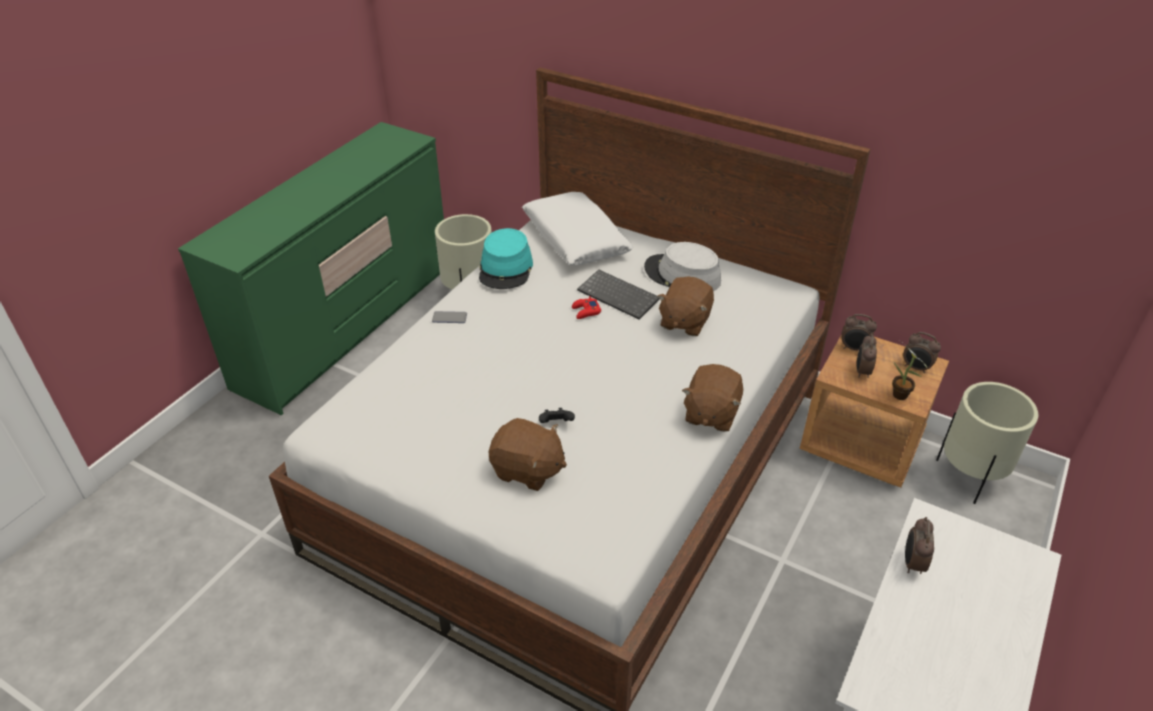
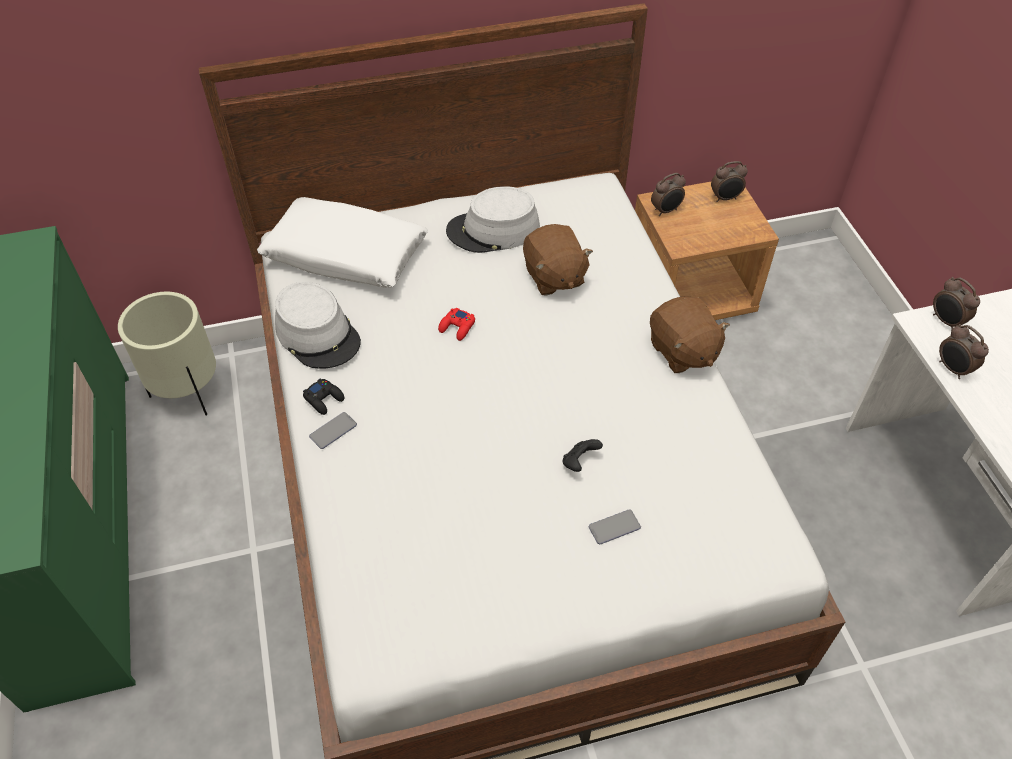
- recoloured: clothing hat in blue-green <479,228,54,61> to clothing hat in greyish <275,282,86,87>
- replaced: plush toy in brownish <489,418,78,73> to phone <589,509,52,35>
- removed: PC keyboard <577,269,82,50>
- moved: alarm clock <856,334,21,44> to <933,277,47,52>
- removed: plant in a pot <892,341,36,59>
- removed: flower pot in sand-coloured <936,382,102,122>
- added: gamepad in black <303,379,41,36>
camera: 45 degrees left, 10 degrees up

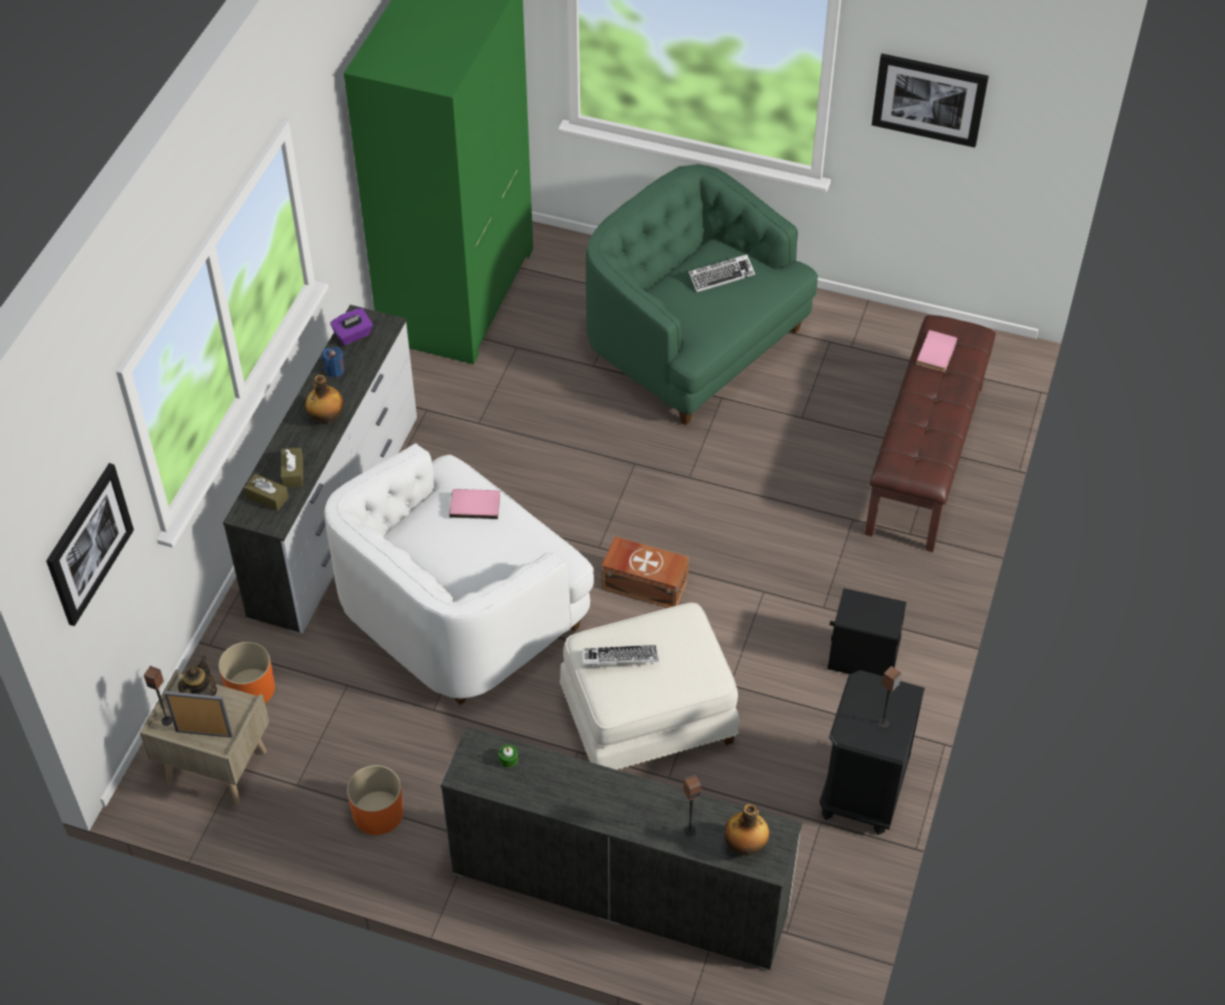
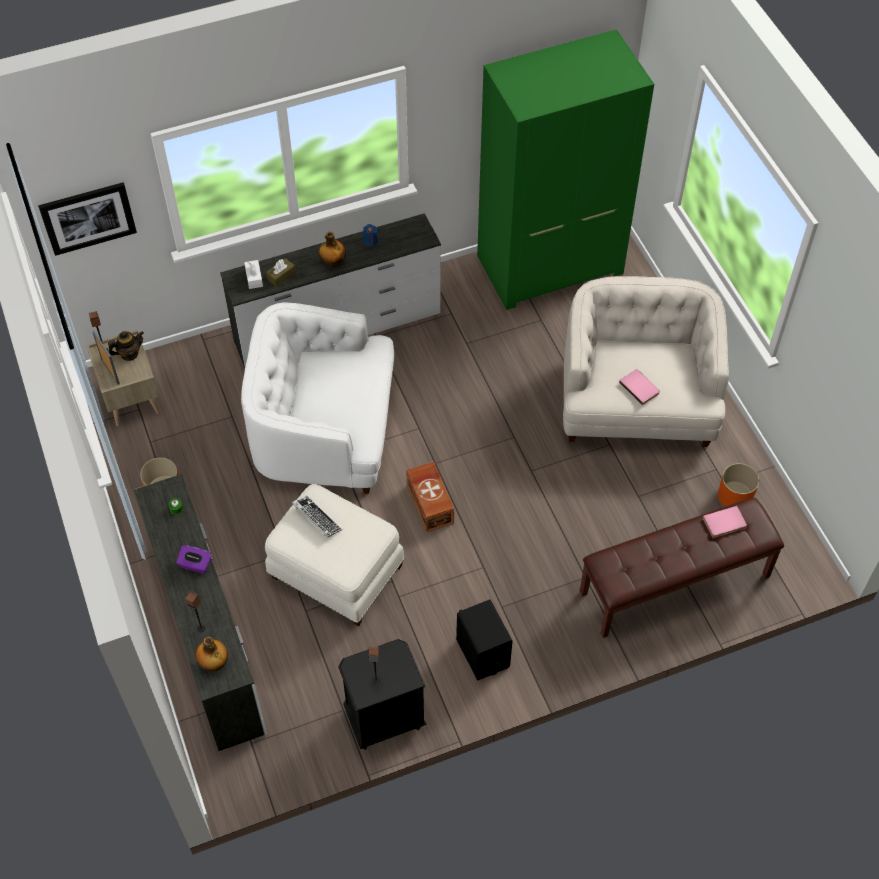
- moved: flower pot in orange <218,642,57,61> to <718,463,41,44>
- recoloured: tissue box in brownish <244,474,45,37> to tissue box in white-coloured <244,260,19,29>
- moved: tissue box in purple <330,308,43,37> to <176,545,36,29>
- moved: book in pinkish <449,489,51,30> to <619,369,41,36>
- recoloured: lounge chair in green <586,164,232,261> to lounge chair in white-coloured <563,276,166,171>
- removed: PC keyboard <688,254,67,38>
- removed: picture <872,54,117,94>
camera: 50 degrees right, 5 degrees up

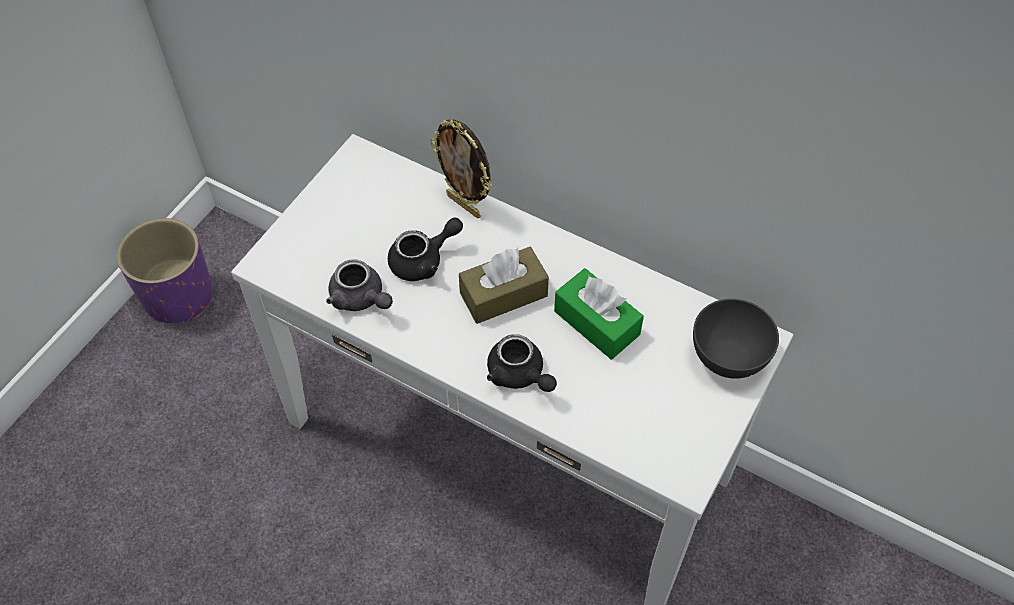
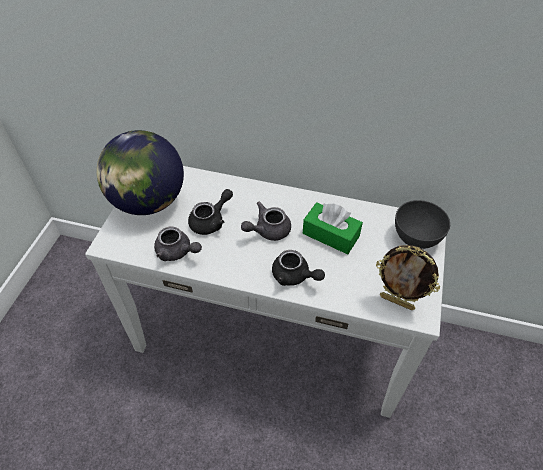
- removed: flower pot in purple <117,218,96,105>
- moved: standing frame <430,119,62,99> to <376,245,64,65>
- replaced: tissue box in brownish <459,247,90,77> to teapot in greyish <241,202,50,39>
- added: desk globe <96,130,88,85>
camera: 15 degrees left, 5 degrees down

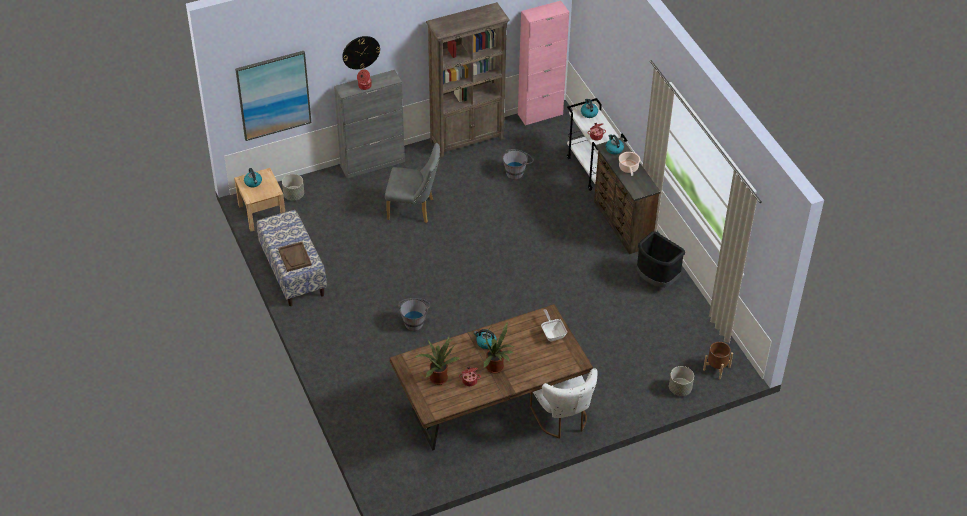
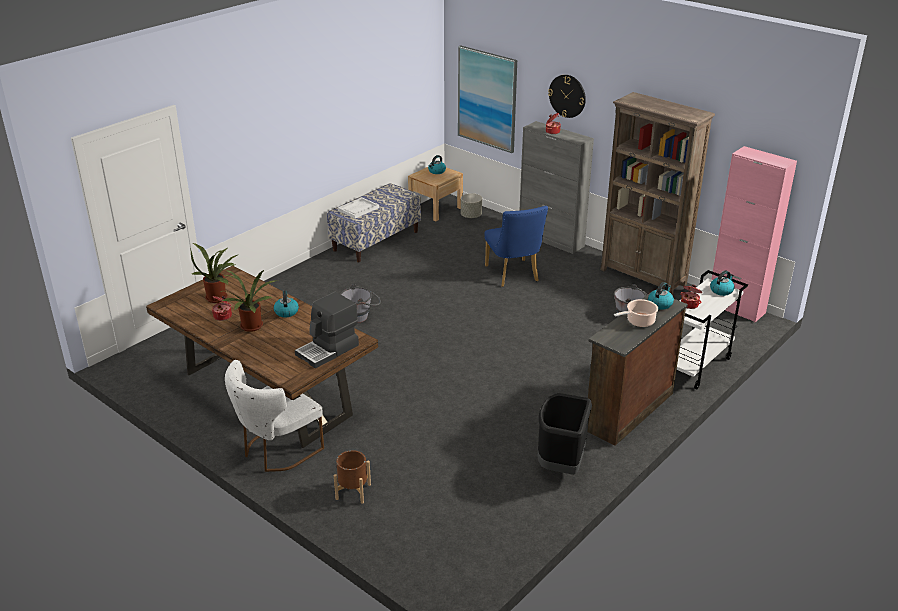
- recoloured: serving tray in brownish <278,242,34,30> to serving tray in white-coloured <338,197,41,21>
- recoloured: plain chair in greyish <385,143,55,80> to plain chair in bluish <484,206,64,81>
- replaced: skillet <541,309,26,32> to coffee brewer <295,292,64,76>
- removed: flower pot in greyish <669,366,25,30>
- moved: flower pot in brownish <703,342,30,37> to <334,450,37,54>
camera: 65 degrees right, 15 degrees down

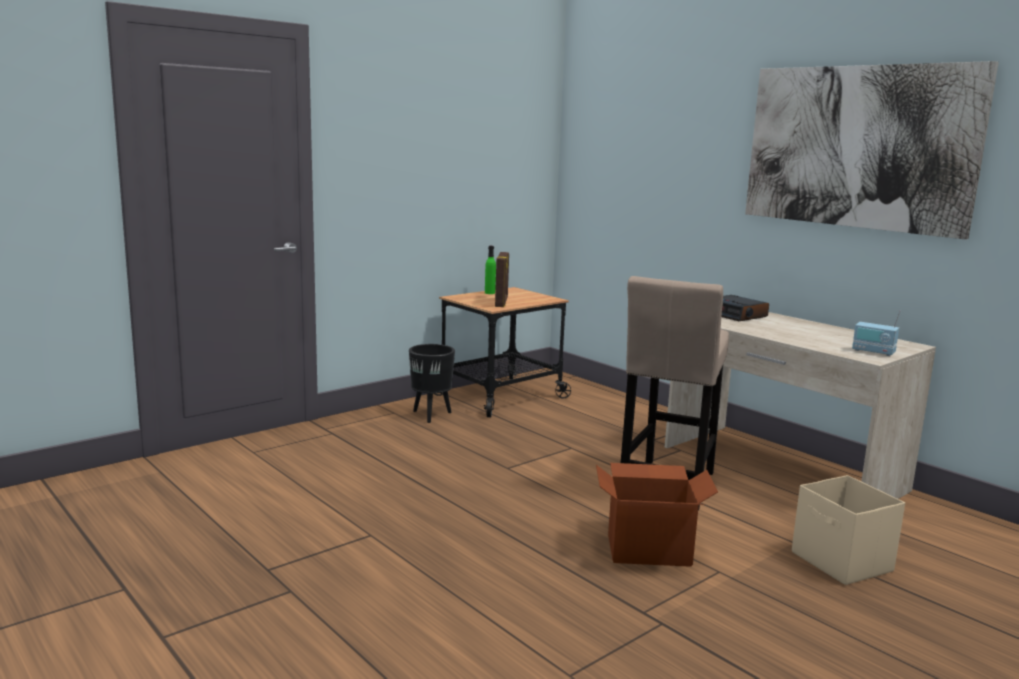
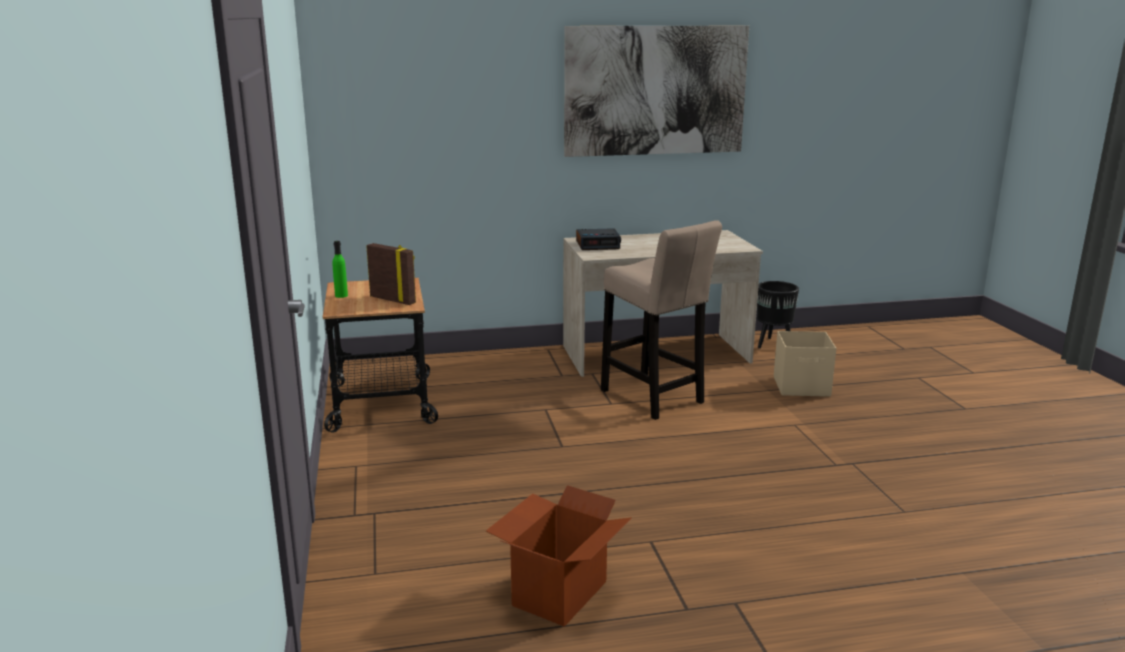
- moved: flower pot in black <409,344,46,79> to <757,281,42,67>
- moved: carton <596,463,122,104> to <486,485,146,142>
- removed: radio set <852,310,48,46>
camera: 60 degrees left, 5 degrees up

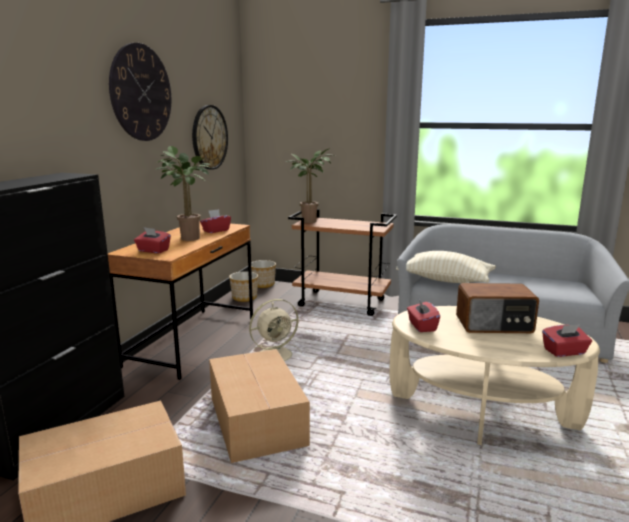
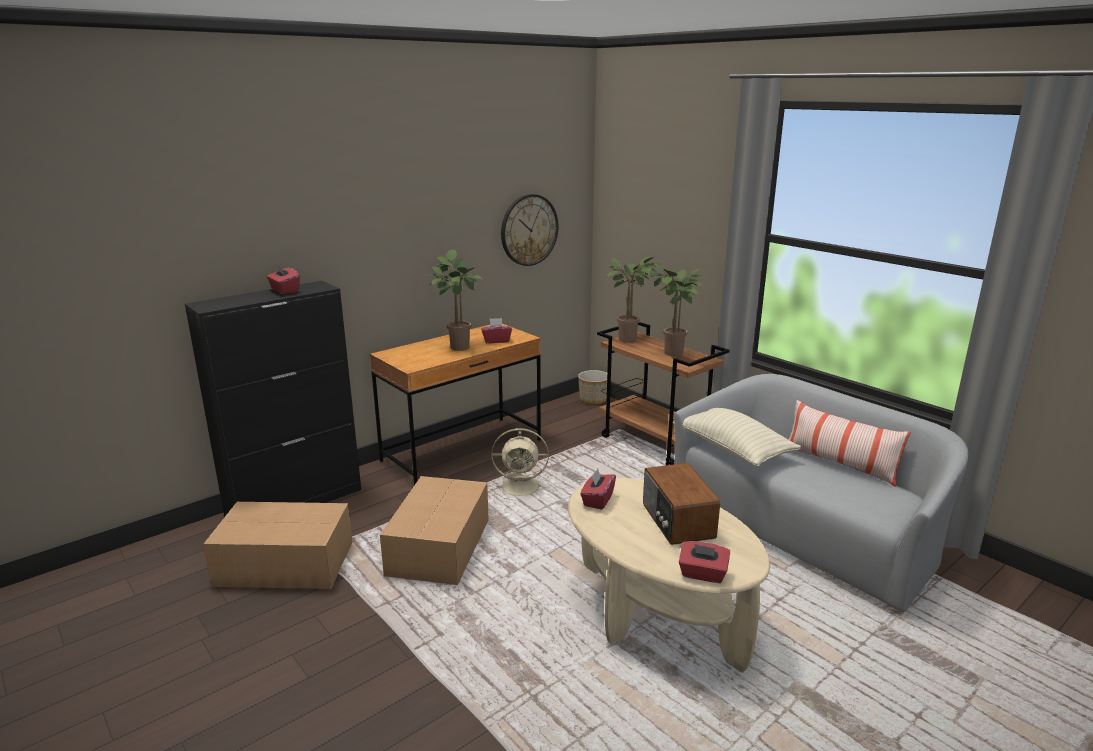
- removed: hanging clock <109,43,62,98>
- moved: tissue box in reddish <134,227,37,26> to <267,263,33,31>
- removed: flower pot <229,271,29,31>
- turned: radio set <456,283,83,50> = <643,463,77,82> 45 degrees clockwise
- added: plant in a pot <649,264,53,92>
- added: throw pillow <789,400,122,87>
camera: 30 degrees right, 5 degrees up

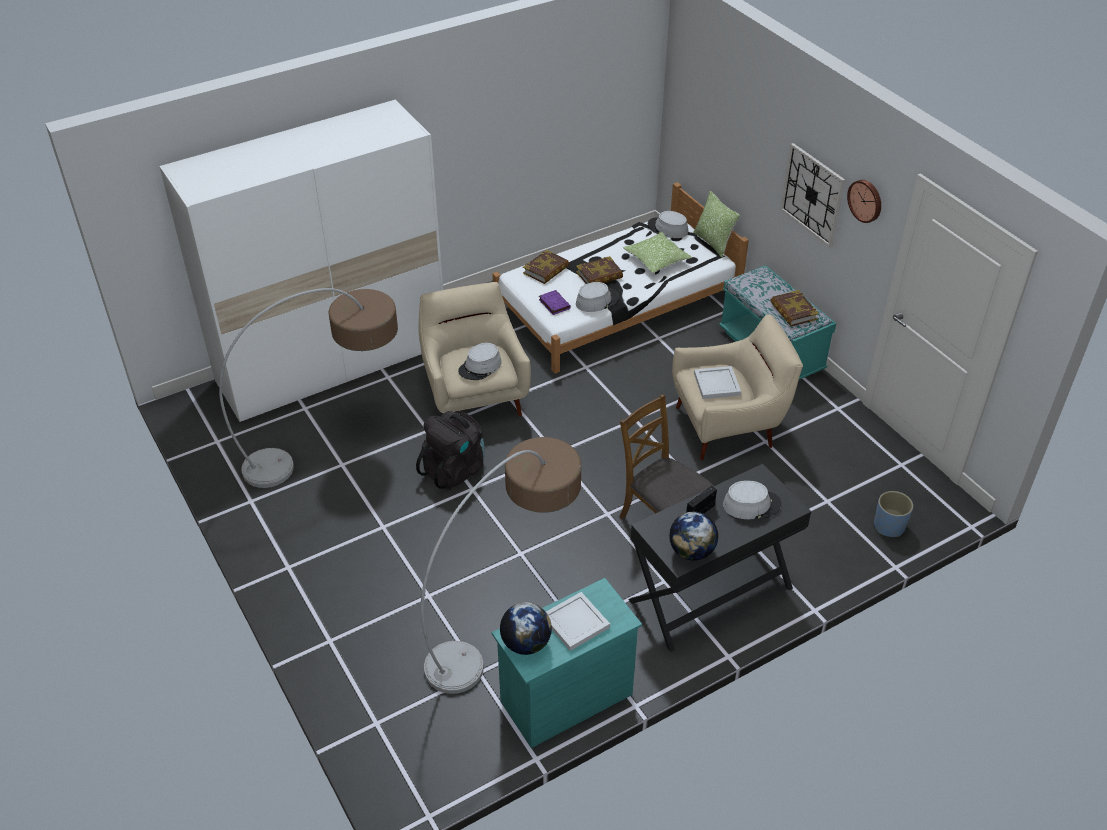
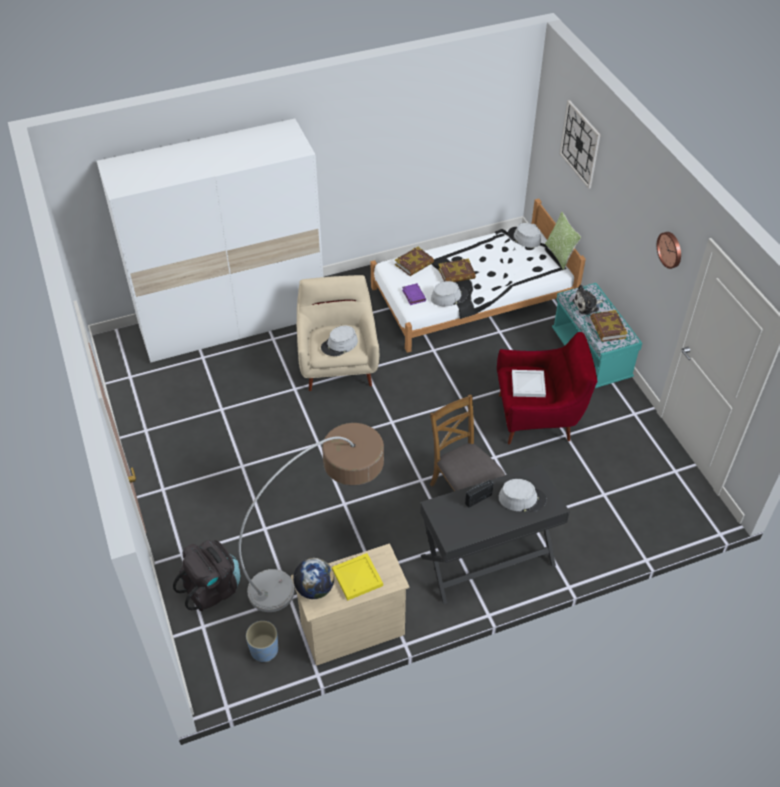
- removed: floor lamp <219,288,179,200>
- moved: knapsack in black <416,411,68,79> to <173,540,68,71>
- recoloured: chest of drawers in blue-green <492,578,150,170> to chest of drawers in sand-coloured <291,543,118,123>
- recoloured: serving tray in white-coloured <546,592,64,59> to serving tray in yellow <332,553,51,48>
- removed: throw pillow <623,232,69,41>
- removed: desk globe <669,512,49,49>
- recoloured: lounge chair in sand-coloured <672,314,131,146> to lounge chair in reddish <497,332,100,112>
- moved: hanging clock <780,143,65,105> to <560,100,41,89>
- moved: flower pot in bluish <874,491,39,46> to <246,621,32,41>
- added: plush toy <572,285,32,30>
camera: 10 degrees right, 5 degrees up

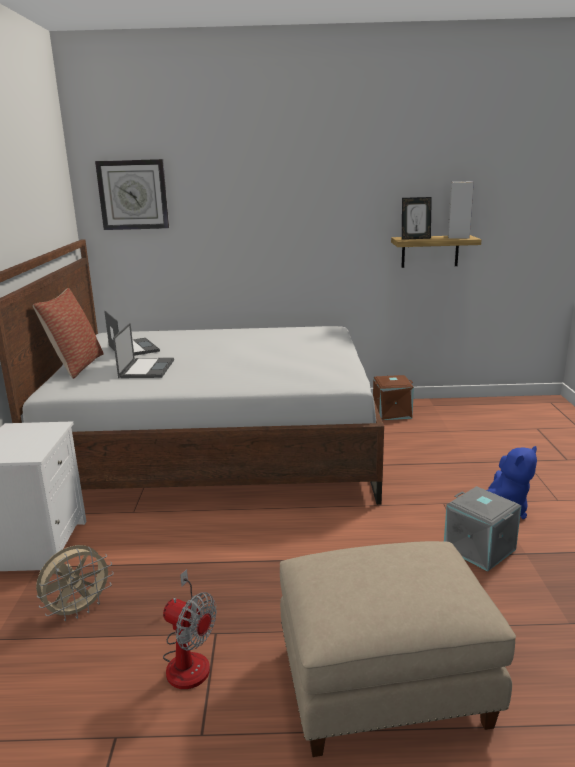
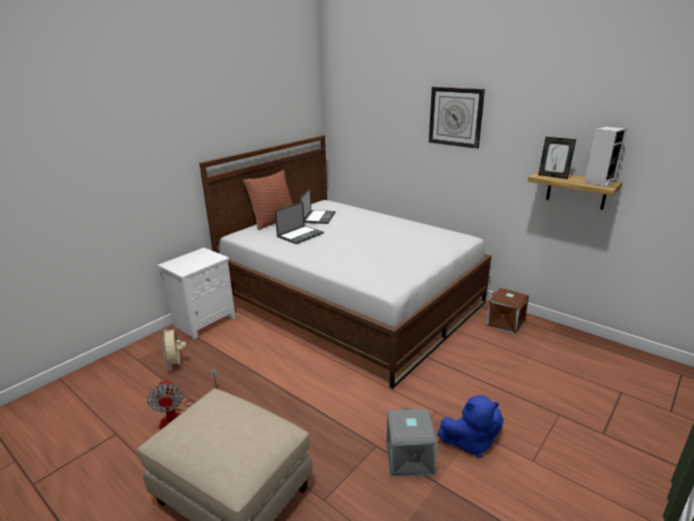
- turned: electric fan in sand-coloured <36,545,78,76> = <161,326,25,44> 75 degrees clockwise
- moved: hanging clock <95,159,74,71> to <429,87,56,62>
camera: 40 degrees right, 5 degrees up

